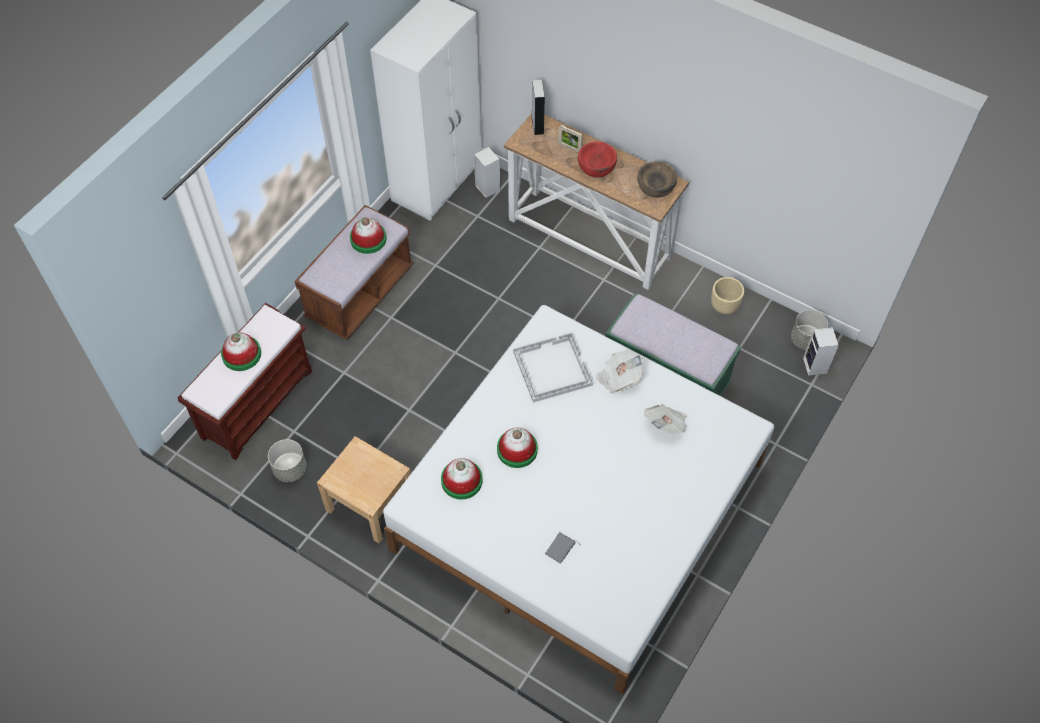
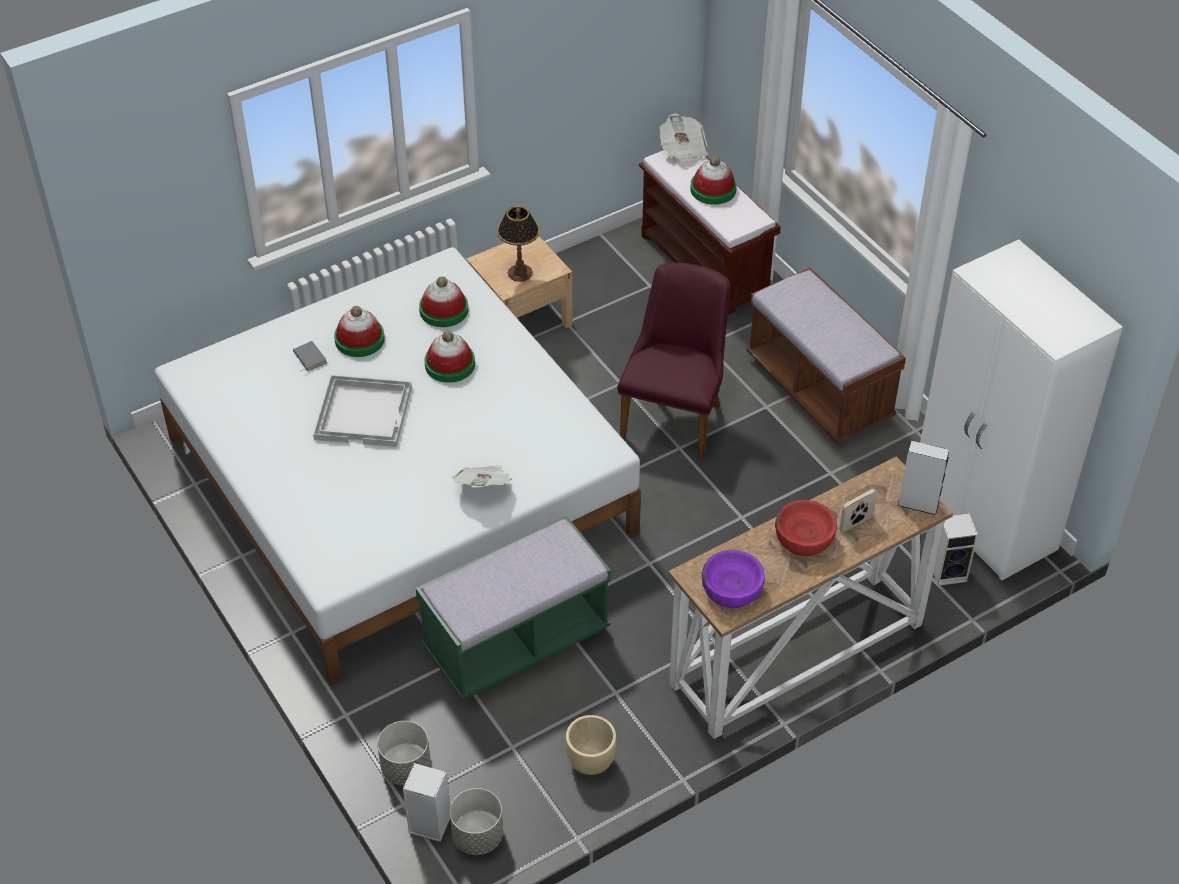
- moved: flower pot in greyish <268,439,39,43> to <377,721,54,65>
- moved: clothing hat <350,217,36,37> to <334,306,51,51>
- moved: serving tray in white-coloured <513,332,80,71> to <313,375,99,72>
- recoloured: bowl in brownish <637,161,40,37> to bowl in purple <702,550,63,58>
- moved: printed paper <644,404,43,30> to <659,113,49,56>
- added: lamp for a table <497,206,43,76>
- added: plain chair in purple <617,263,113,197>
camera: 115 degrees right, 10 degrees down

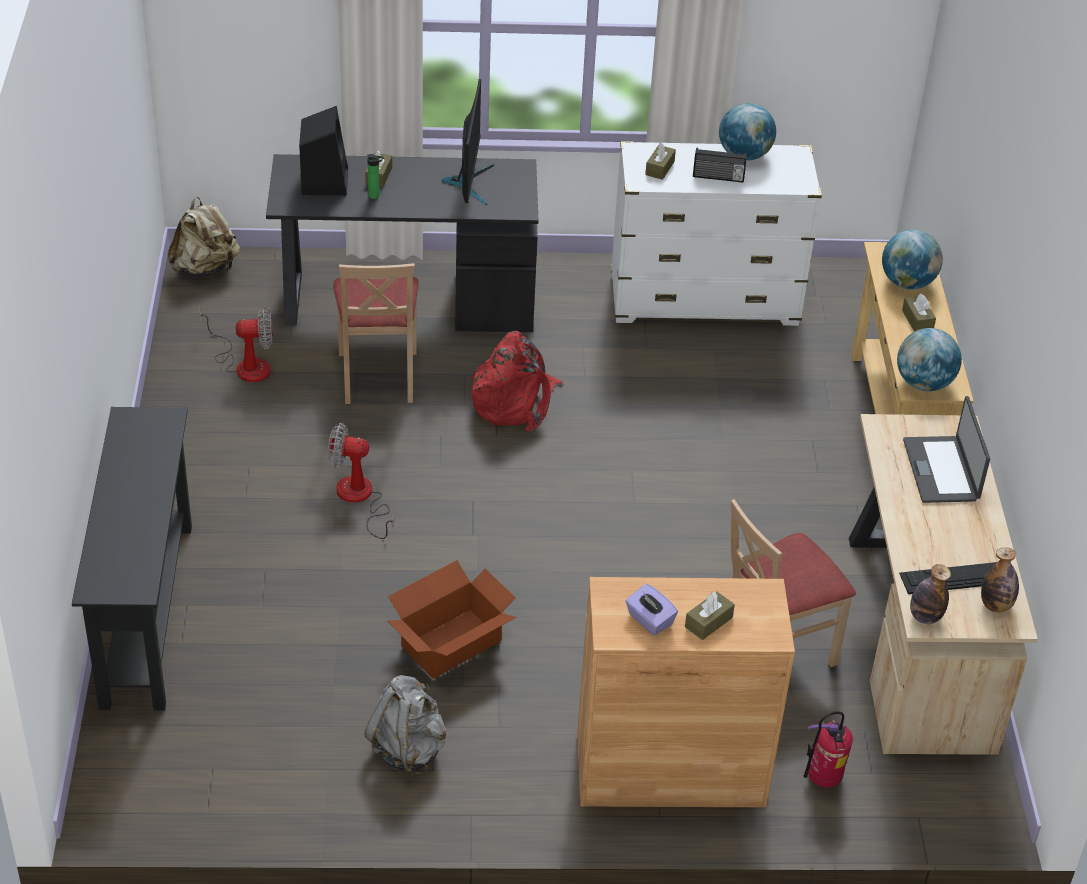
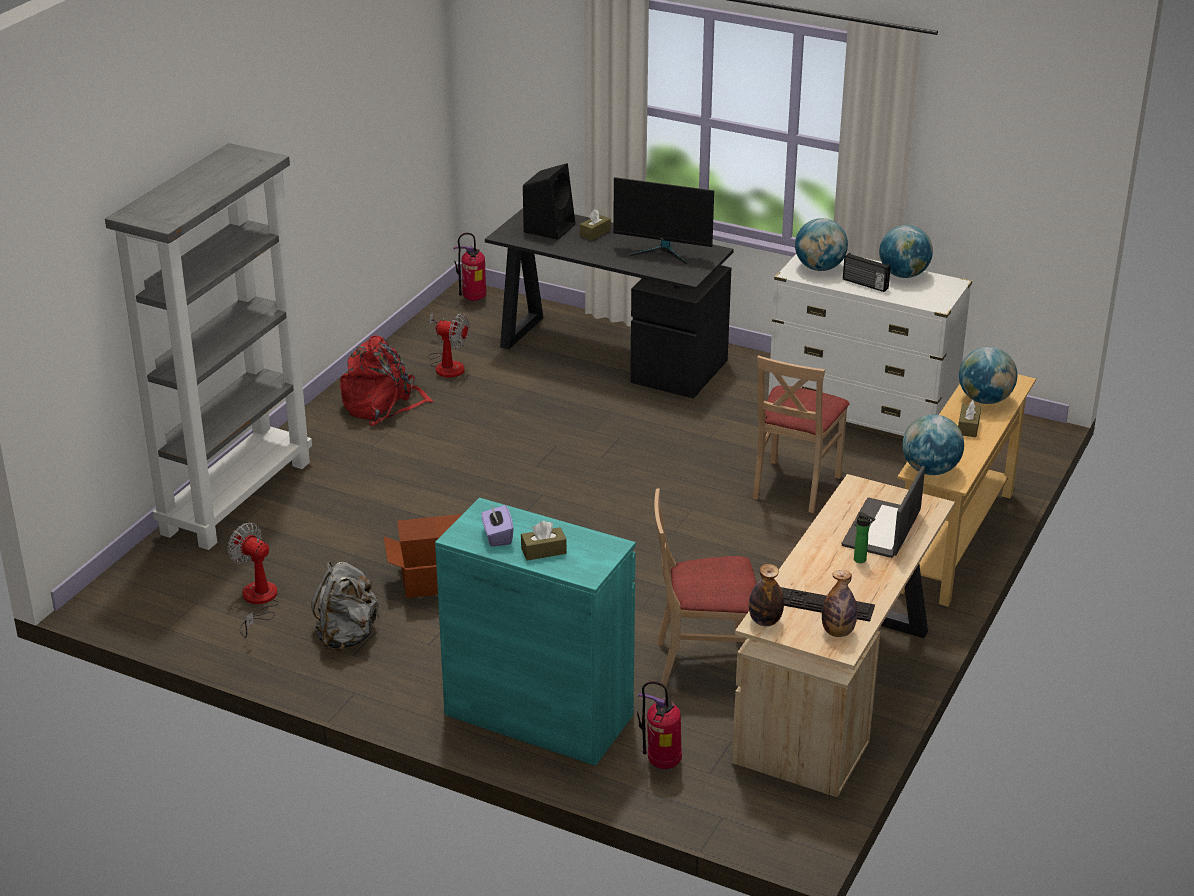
- replaced: hall table in black <72,407,120,303> to shelving unit in greyish <105,143,207,407>
- replaced: knapsack in sand-coloured <168,197,72,80> to extinguisher <453,233,33,68>
- moved: electric fan <328,423,67,116> to <227,522,52,116>
- moved: plain chair in sand-coloured <333,263,85,141> to <753,355,97,158>
- moved: bottle <367,154,17,45> to <854,512,21,51>
- turned: computer display <442,79,52,126> = <613,177,101,87> 75 degrees clockwise
- moved: knapsack in reddish <471,331,92,101> to <340,335,94,91>
- recoloured: cabinet in brownish <577,577,218,230> to cabinet in blue-green <435,497,201,269>
- replaced: tissue box in brownish <645,142,31,38> to desk globe <795,218,53,53>
camera: 30 degrees right, 10 degrees down

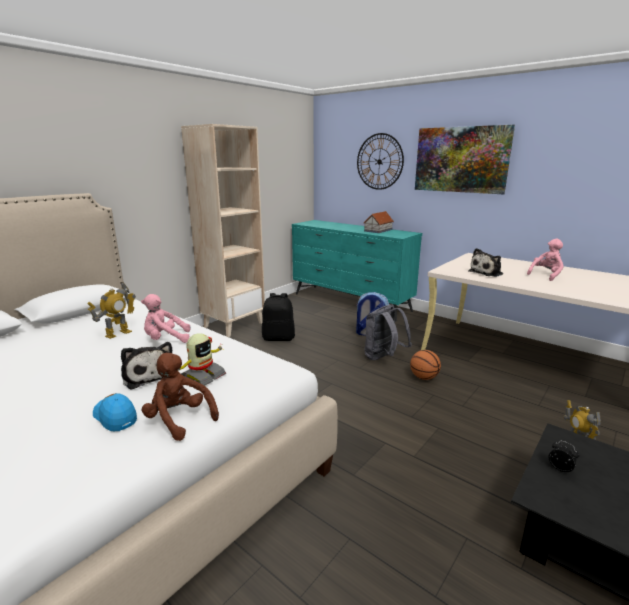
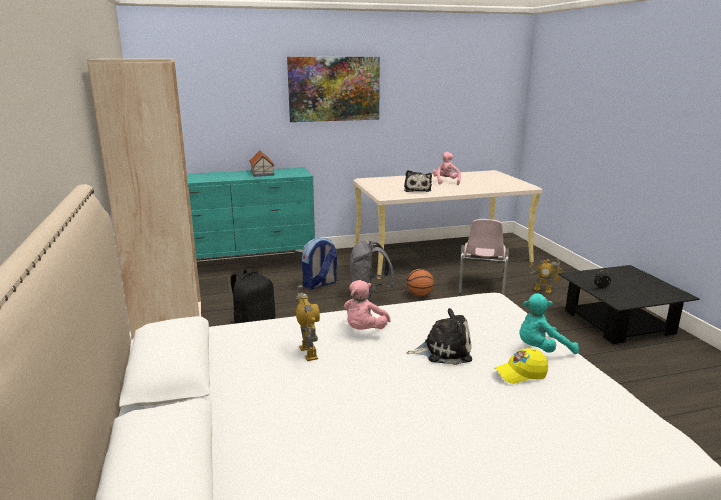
- recoloured: peaked cap in bluish <93,393,44,38> to peaked cap in yellow <495,348,53,36>
- recoloured: plush toy in brownish <142,353,77,88> to plush toy in blue-green <519,293,60,61>
- removed: toy robot <177,333,49,53>
- removed: hanging clock <357,133,47,57>
- added: plain chair in pinkish <458,219,51,77>
camera: 55 degrees left, 0 degrees up

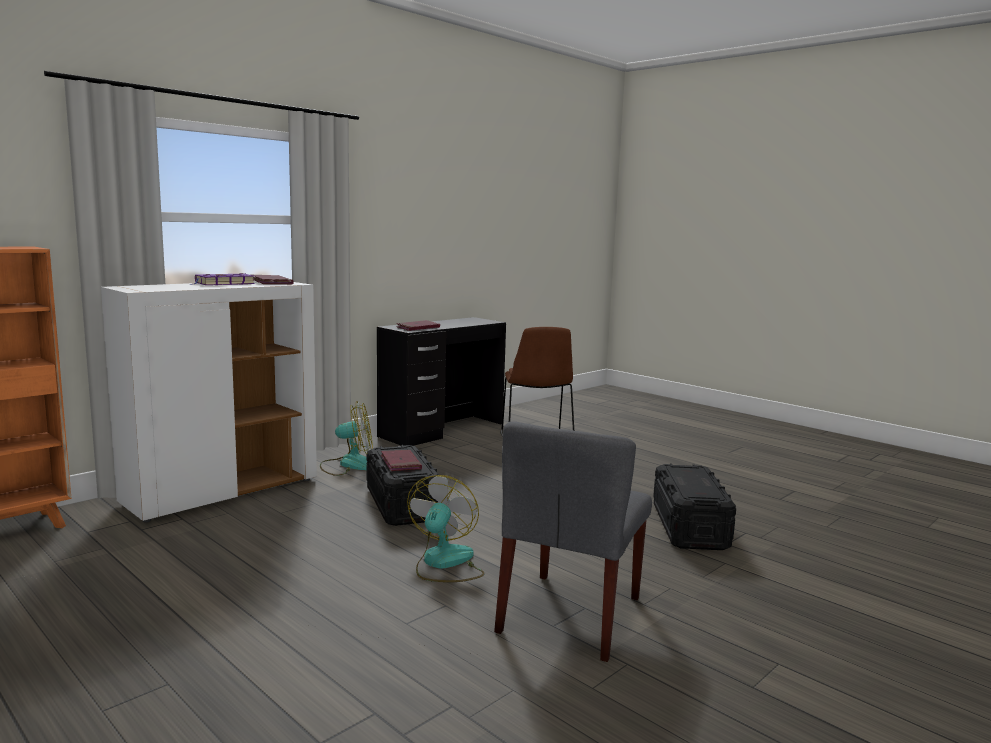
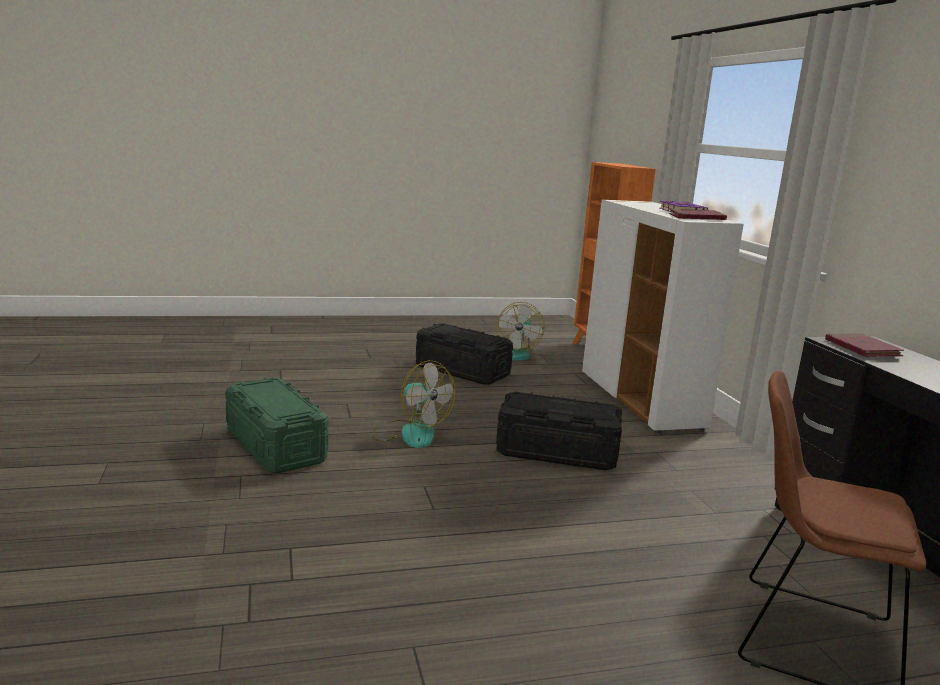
- moved: electric fan <320,401,53,75> to <497,302,48,58>
- removed: book in reddish <381,450,41,21>
- replaced: plain chair in greyish <494,421,158,241> to storage box in green <225,378,103,95>
- moved: storage box in black <653,463,83,87> to <416,323,97,62>
camera: 120 degrees right, 5 degrees up

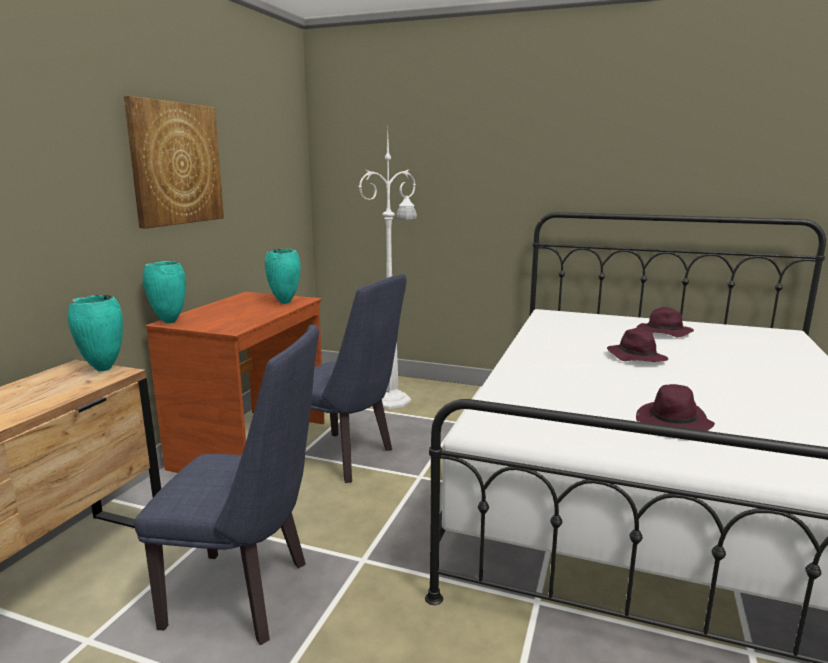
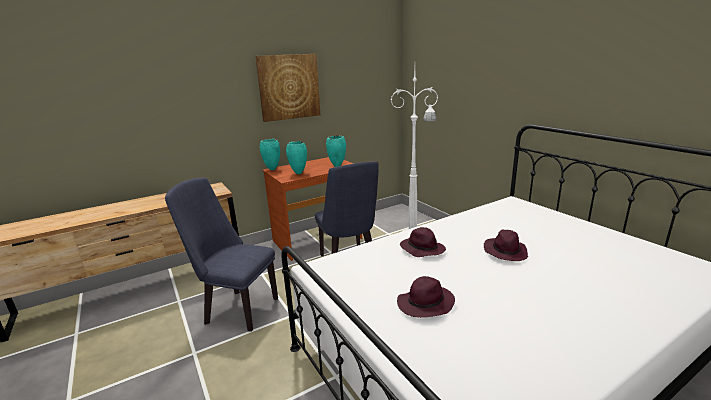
- moved: vase in blue-green <68,295,55,76> to <286,141,21,33>
- turned: plain chair in bluish <134,324,185,321> = <165,178,113,154> 150 degrees clockwise
- moved: clothing hat in purple <636,307,58,31> to <400,227,46,30>
camera: 40 degrees right, 5 degrees up

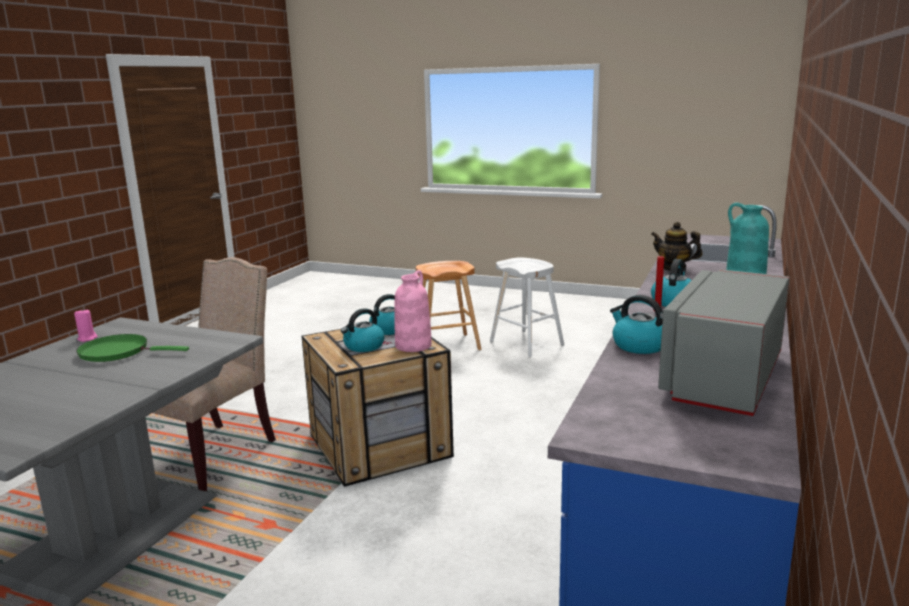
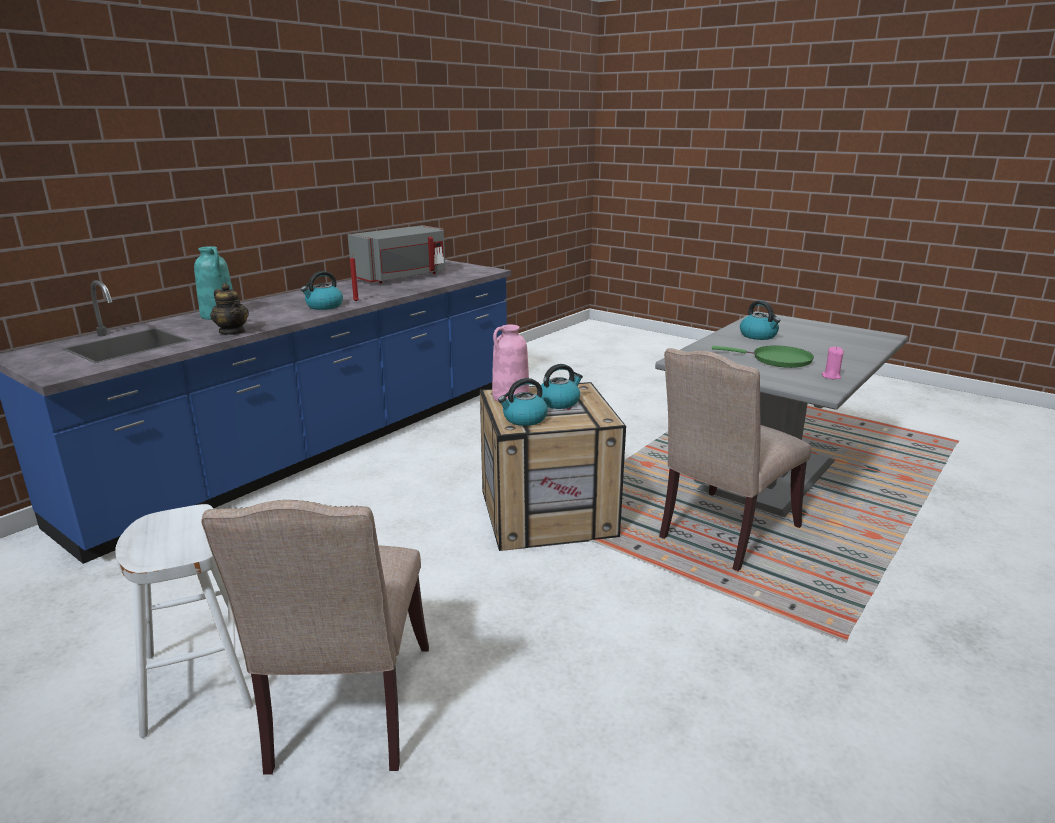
- replaced: stool seat in brownish <416,261,66,89> to plain chair in sand-coloured <201,500,228,275>
- moved: tea kettle <610,295,53,59> to <740,300,40,40>
camera: 165 degrees left, 5 degrees up

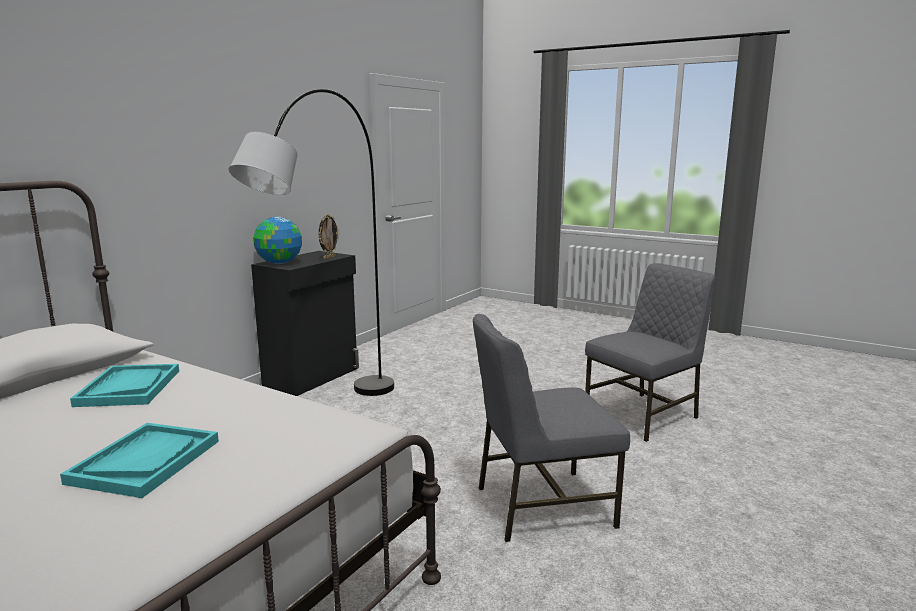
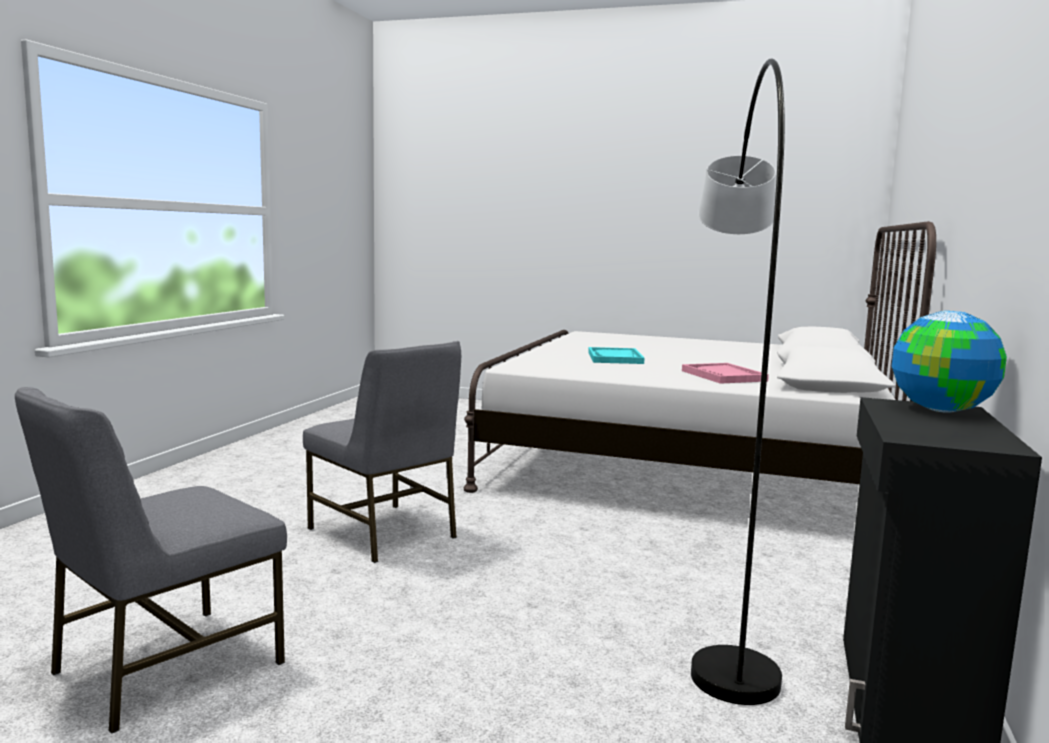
- recoloured: serving tray in blue-green <70,364,109,43> to serving tray in pinkish <682,363,87,21>
- removed: standing frame <318,214,22,45>
- turned: plain chair in greyish <473,314,157,228> = <303,341,158,222> 75 degrees clockwise
camera: 165 degrees right, 5 degrees down

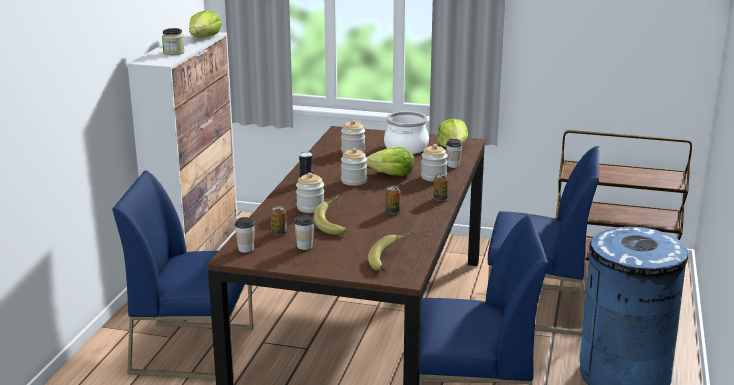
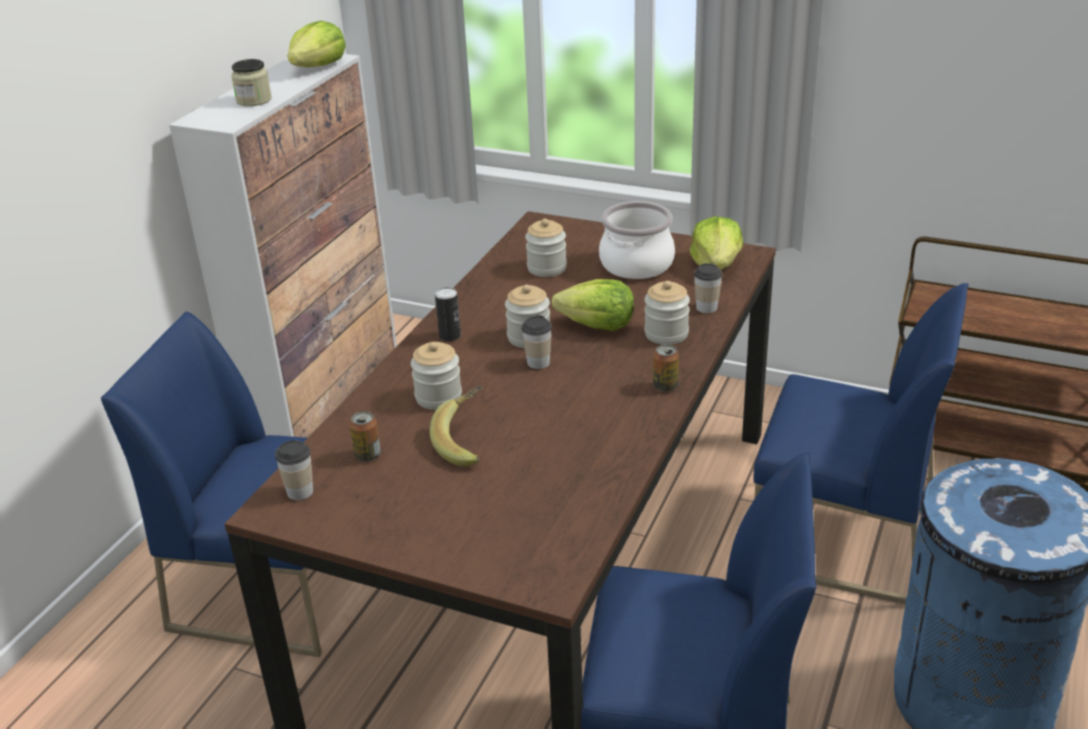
- moved: drinking cup <294,214,20,36> to <522,315,30,54>
- removed: whole banana <368,232,46,38>
- removed: can <386,186,14,28>
camera: 10 degrees right, 10 degrees up

